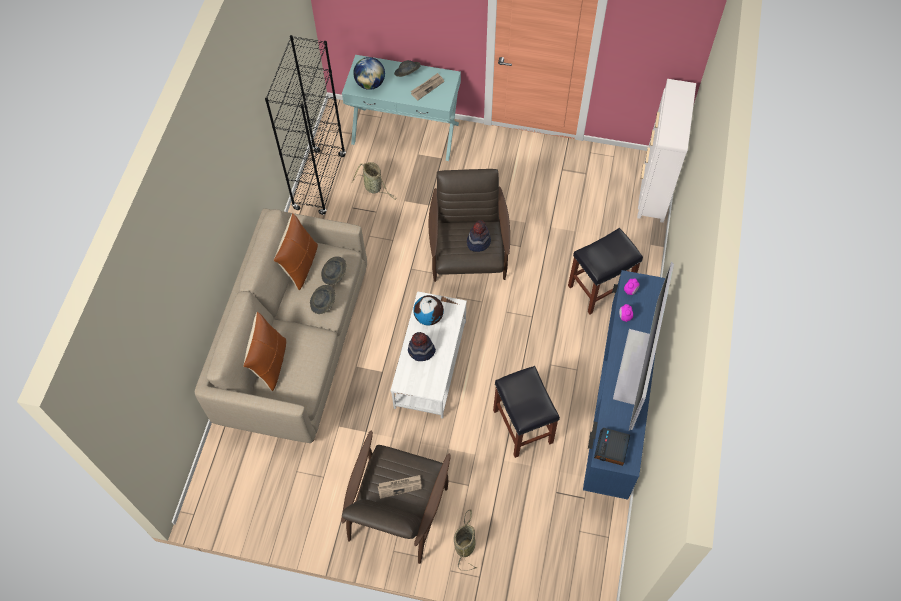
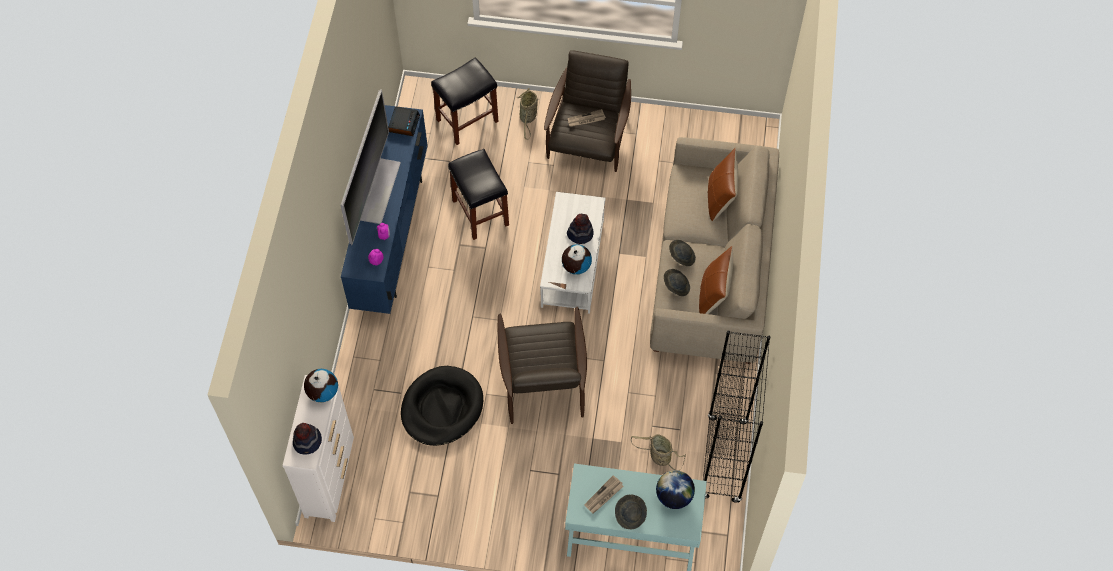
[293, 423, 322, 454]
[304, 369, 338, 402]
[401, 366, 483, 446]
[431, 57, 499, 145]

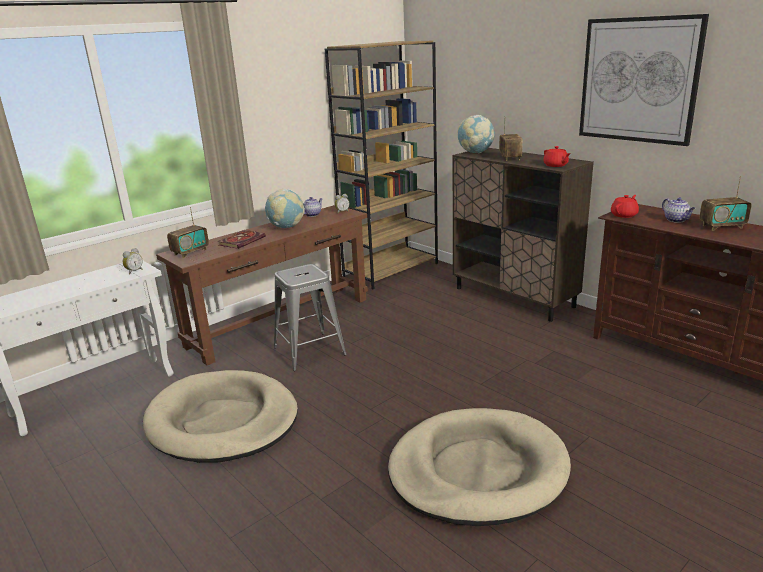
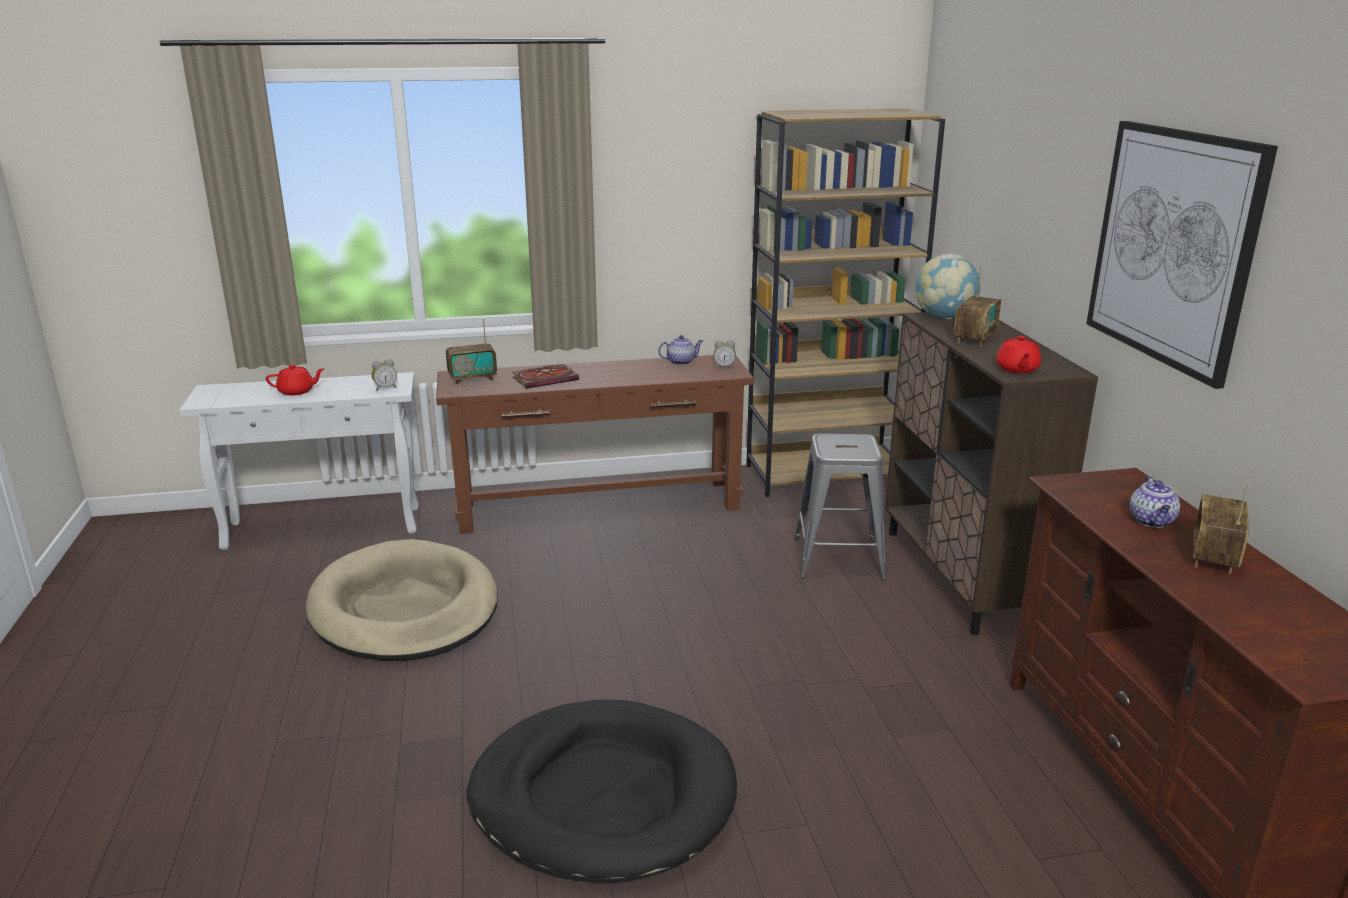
[266, 365, 325, 395]
[466, 699, 737, 883]
[794, 434, 886, 580]
[1193, 483, 1249, 575]
[265, 189, 305, 228] (first image)

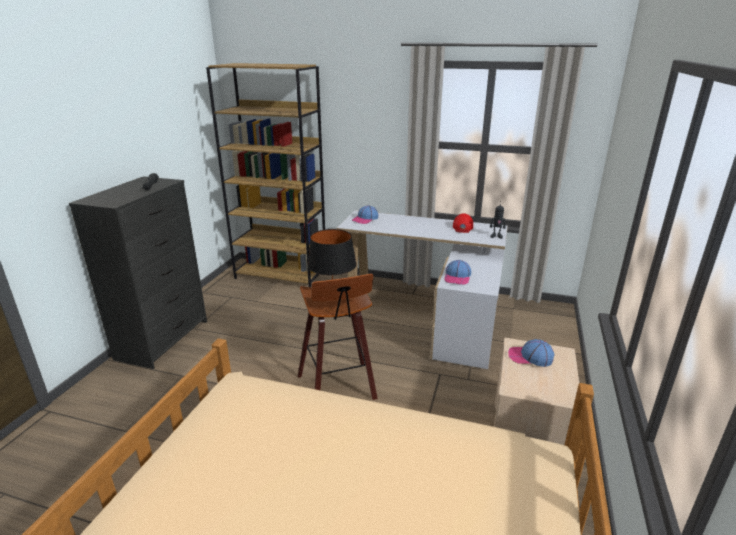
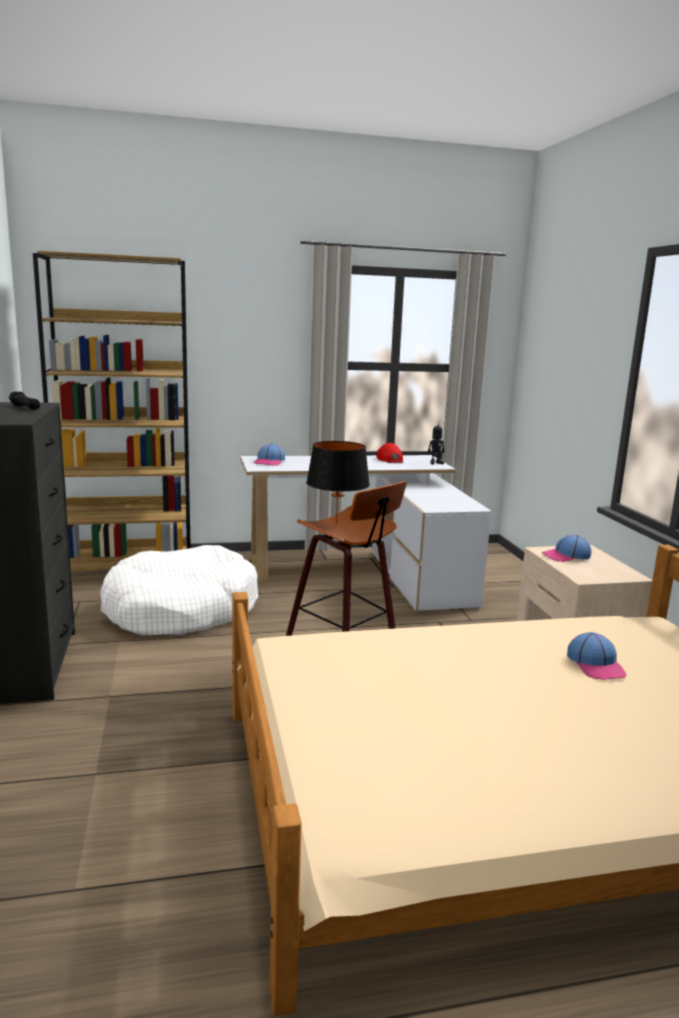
[100, 545, 258, 635]
[567, 632, 627, 680]

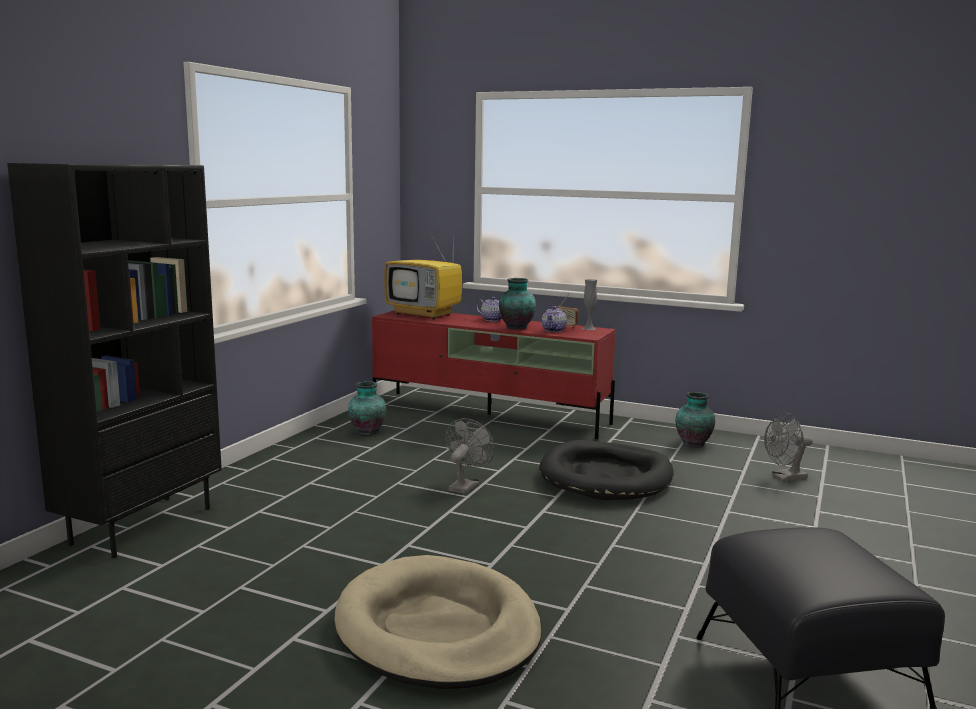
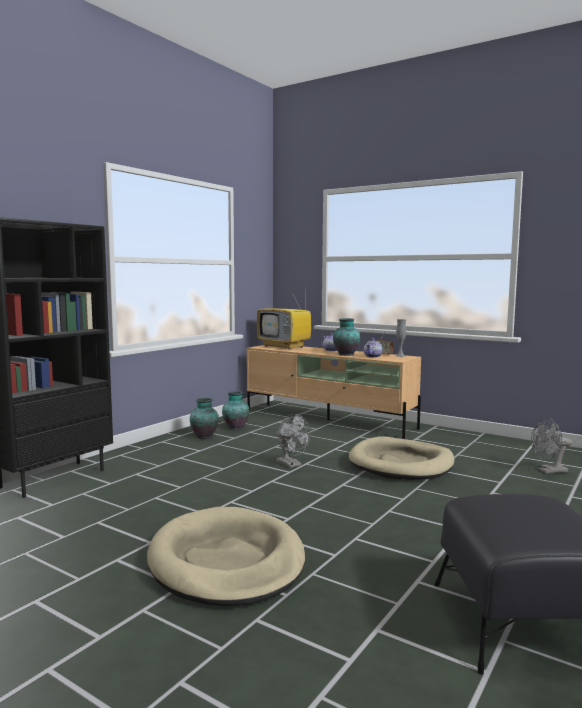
[190, 398, 219, 439]
[247, 345, 421, 439]
[276, 414, 310, 468]
[349, 436, 455, 480]

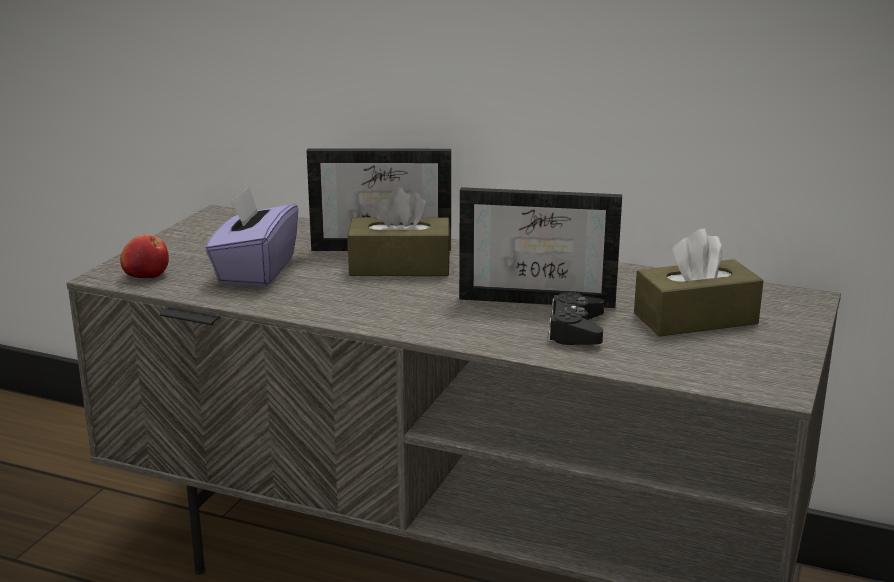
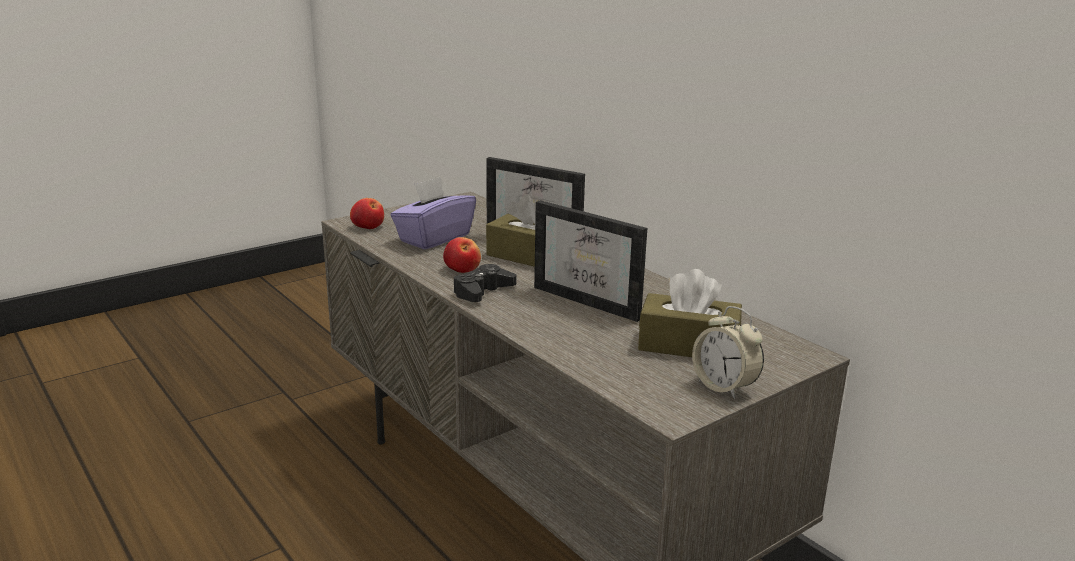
[443, 237, 481, 273]
[453, 264, 517, 302]
[692, 306, 764, 399]

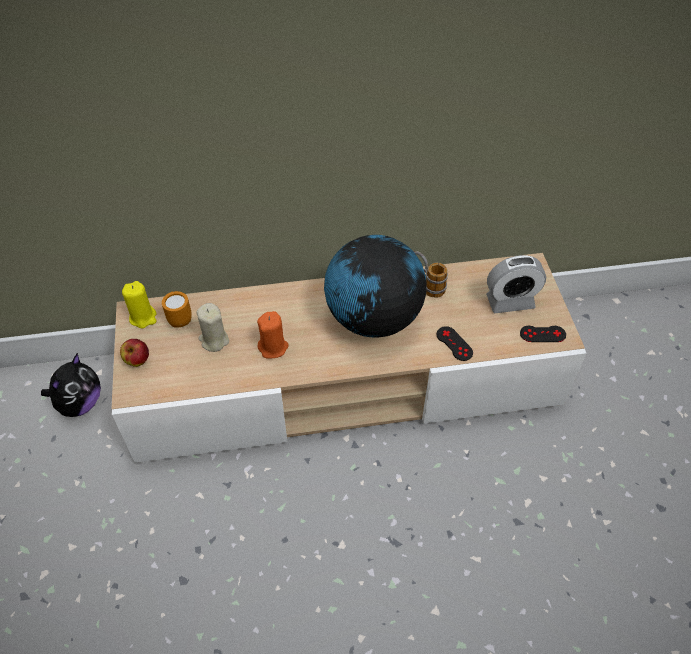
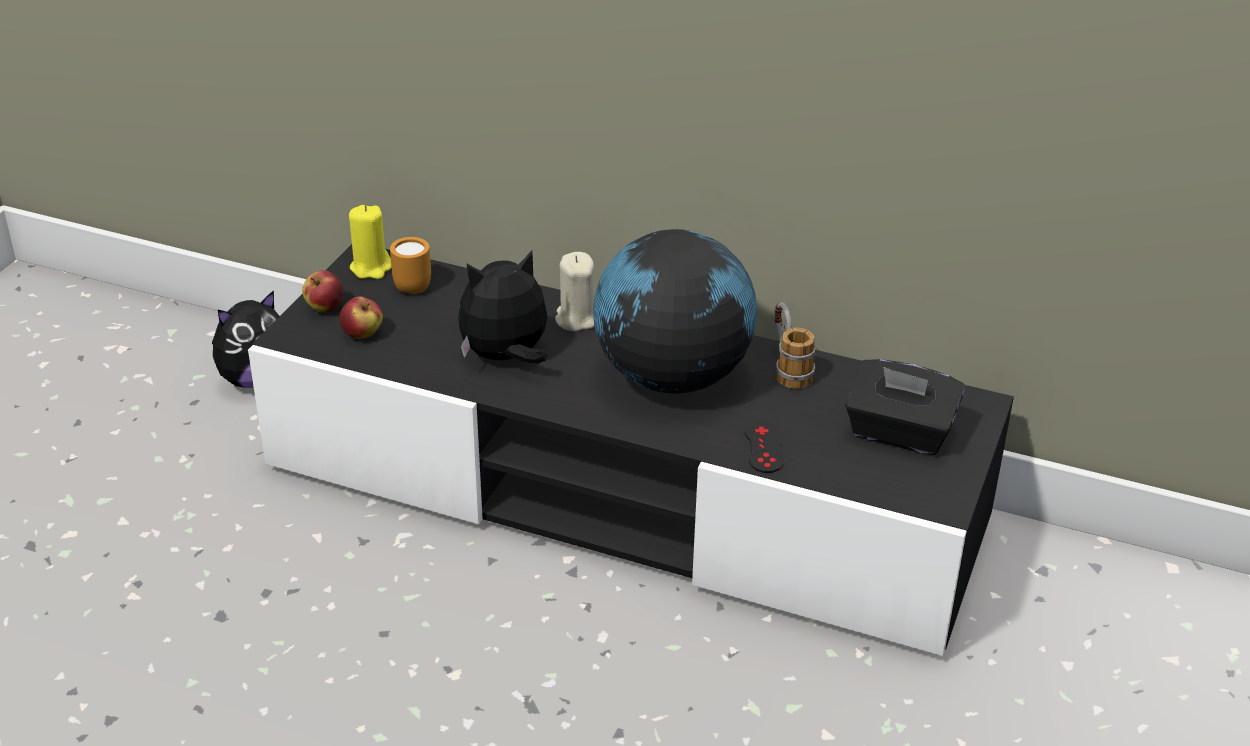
[248, 244, 1014, 656]
[340, 296, 383, 339]
[458, 250, 547, 364]
[555, 252, 594, 331]
[845, 359, 965, 455]
[520, 326, 566, 342] (first image)

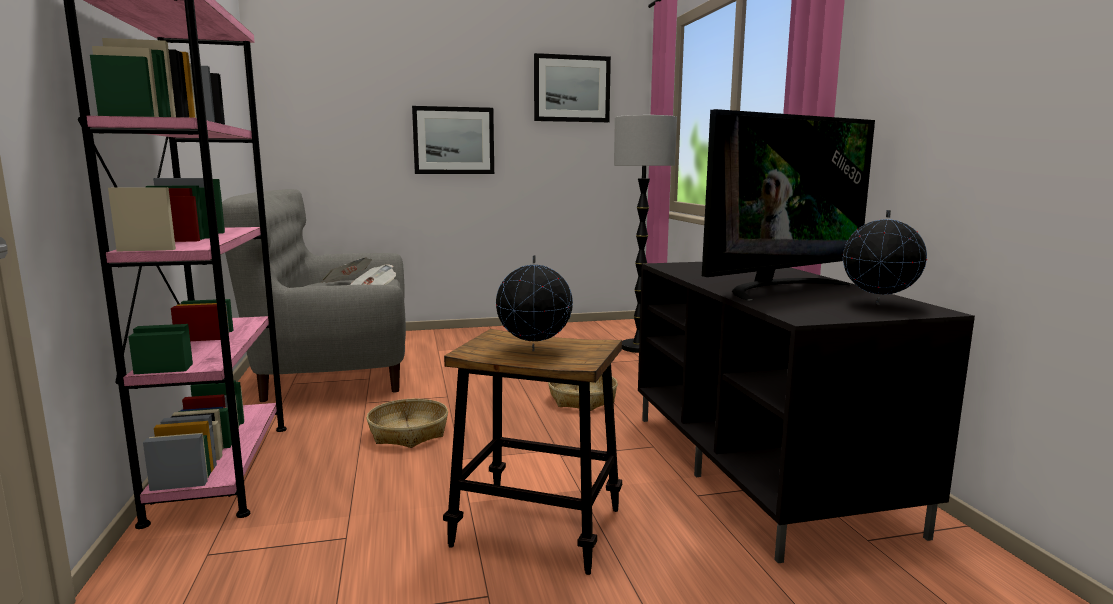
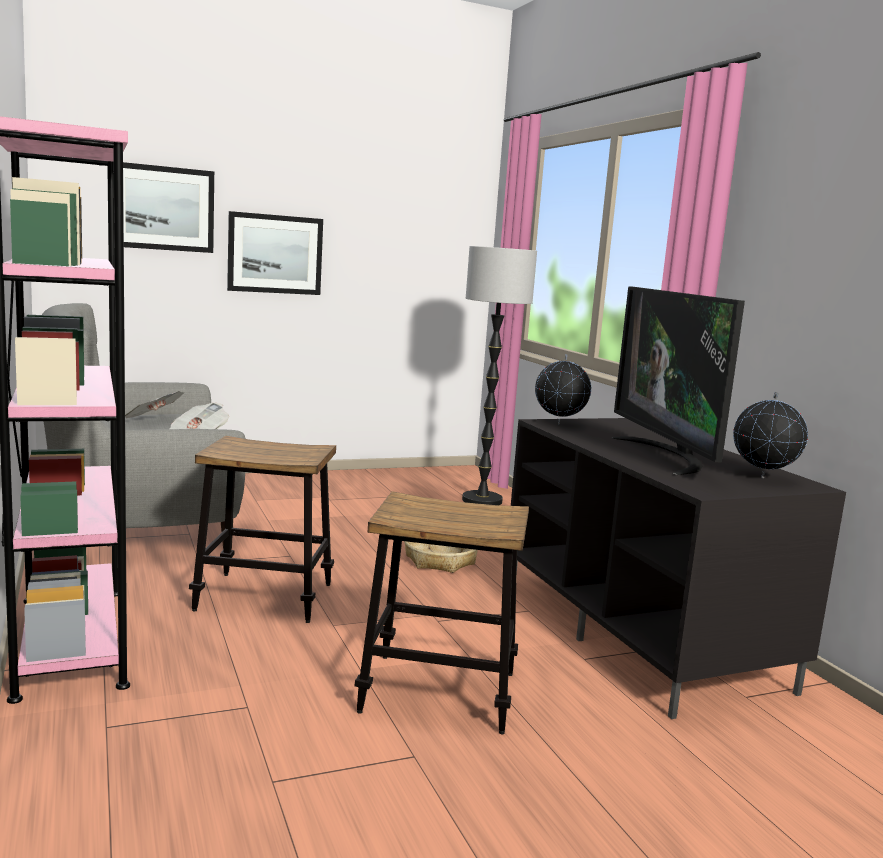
[123, 162, 214, 253]
[189, 436, 336, 623]
[535, 354, 591, 424]
[612, 286, 745, 475]

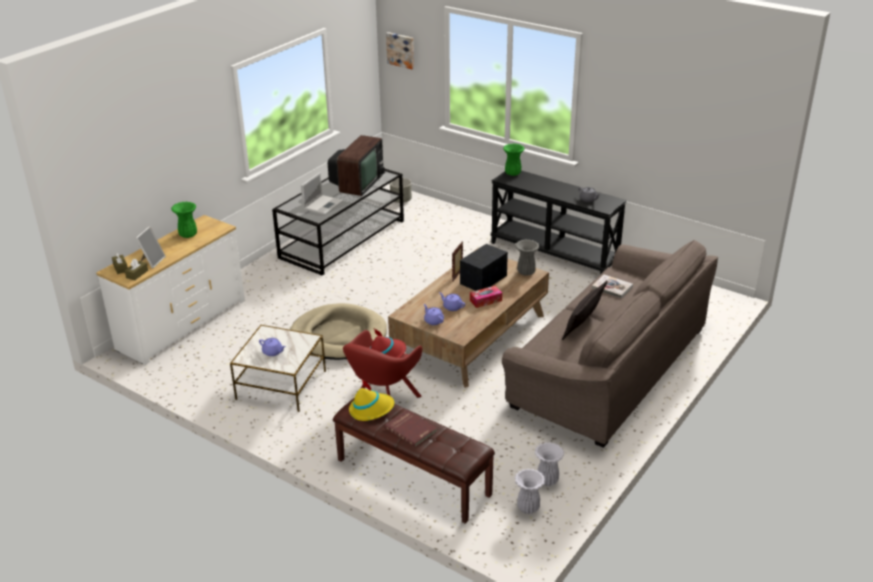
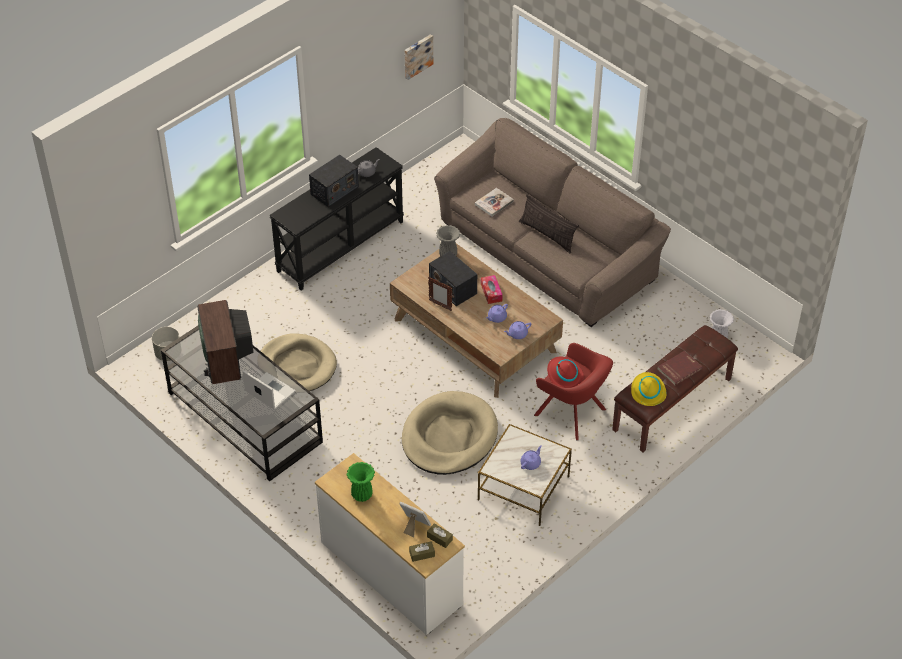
[197, 300, 254, 385]
[261, 333, 337, 391]
[309, 155, 359, 207]
[405, 34, 433, 80]
[503, 144, 525, 176] (first image)
[535, 442, 564, 486] (first image)

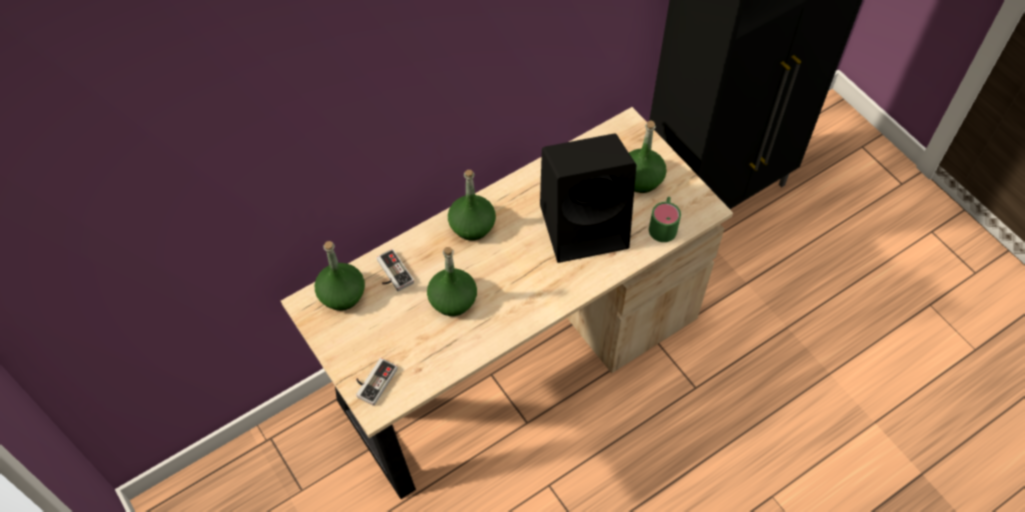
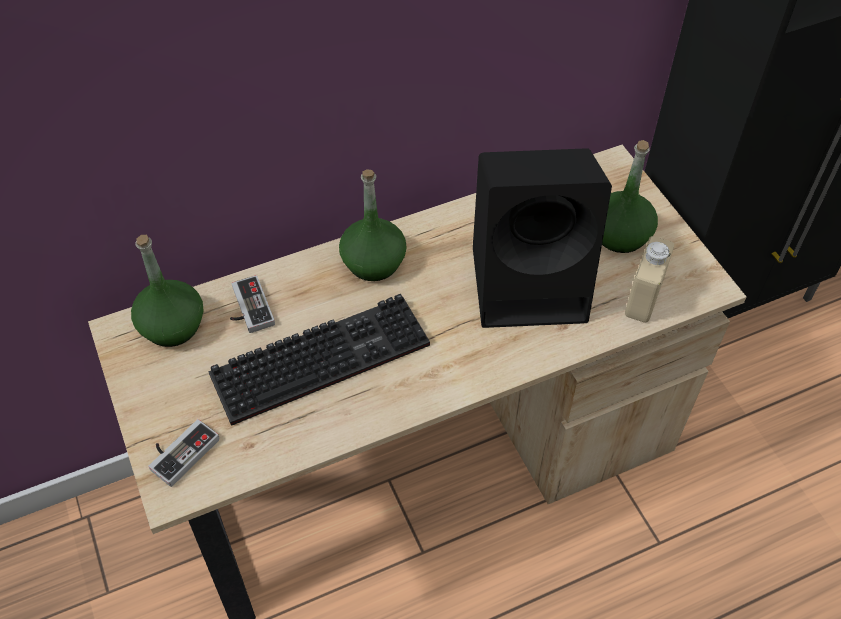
[208, 294, 430, 426]
[625, 236, 674, 323]

